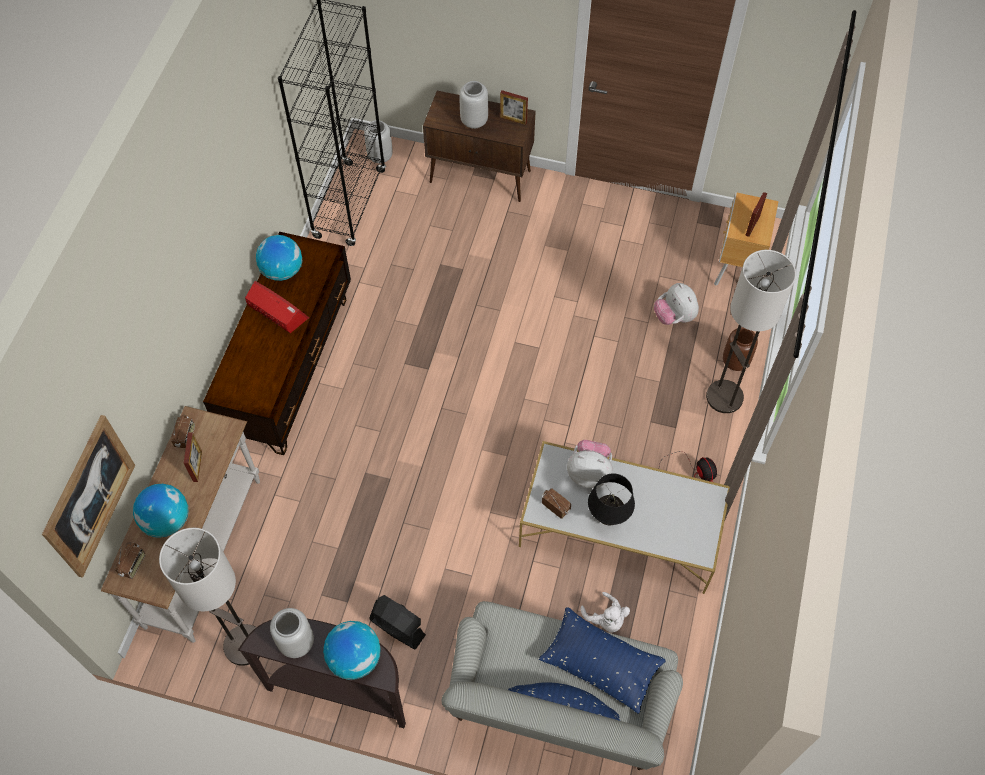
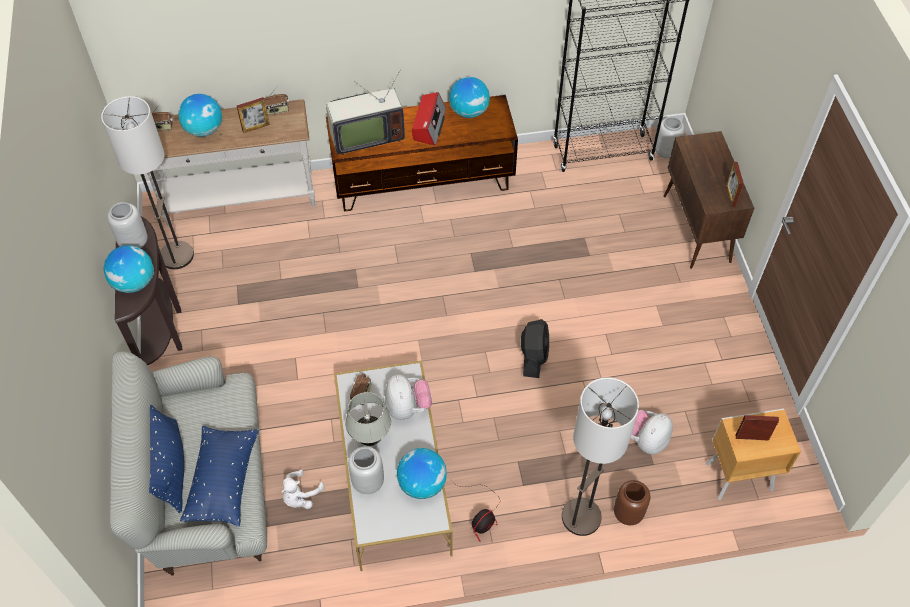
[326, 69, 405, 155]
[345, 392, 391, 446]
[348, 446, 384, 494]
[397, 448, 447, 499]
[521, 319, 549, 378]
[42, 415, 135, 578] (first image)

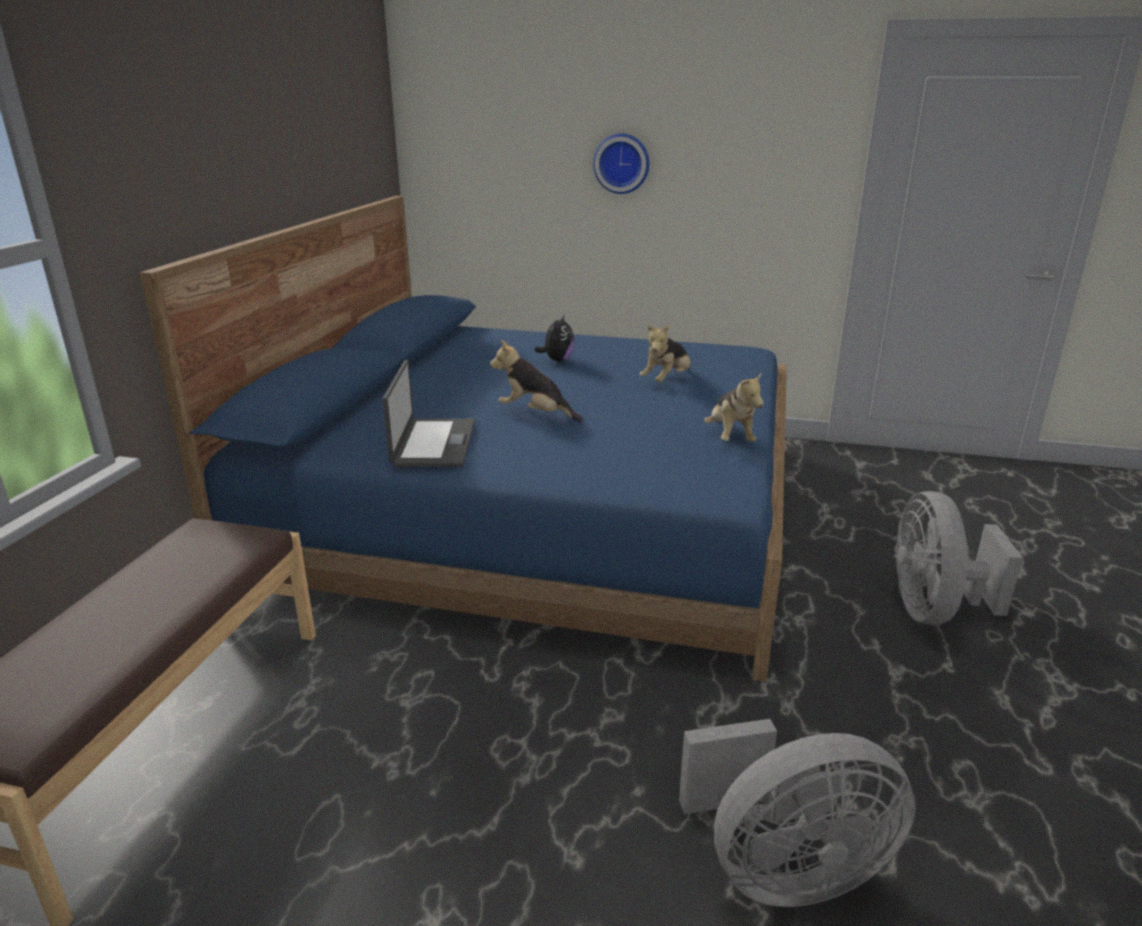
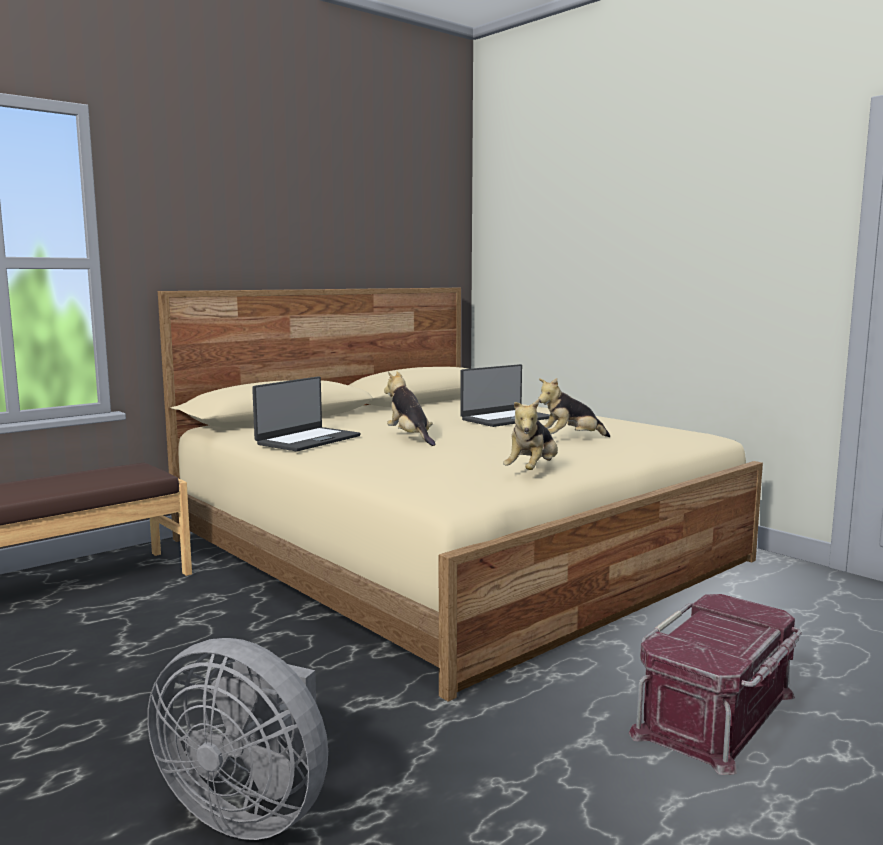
[158, 288, 763, 701]
[460, 364, 550, 427]
[629, 594, 802, 775]
[593, 133, 649, 194] (first image)

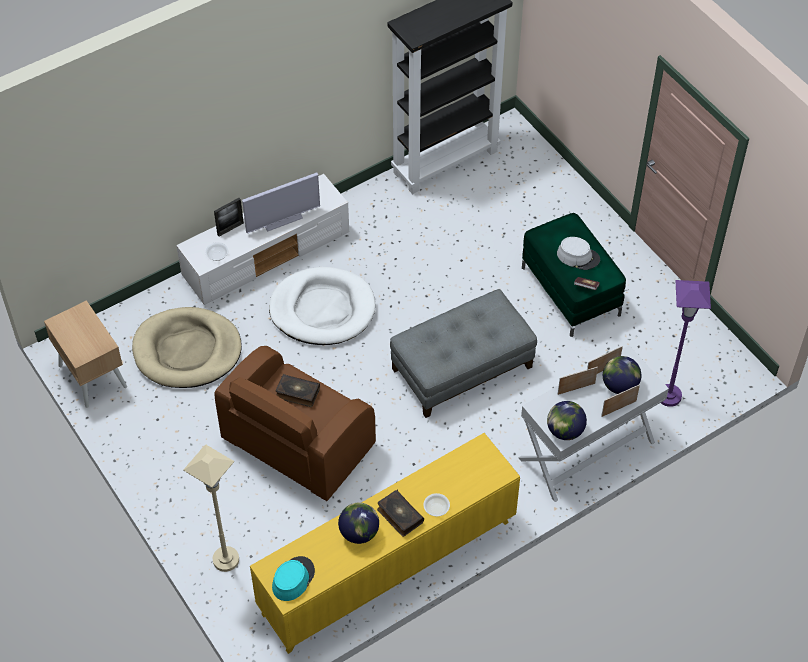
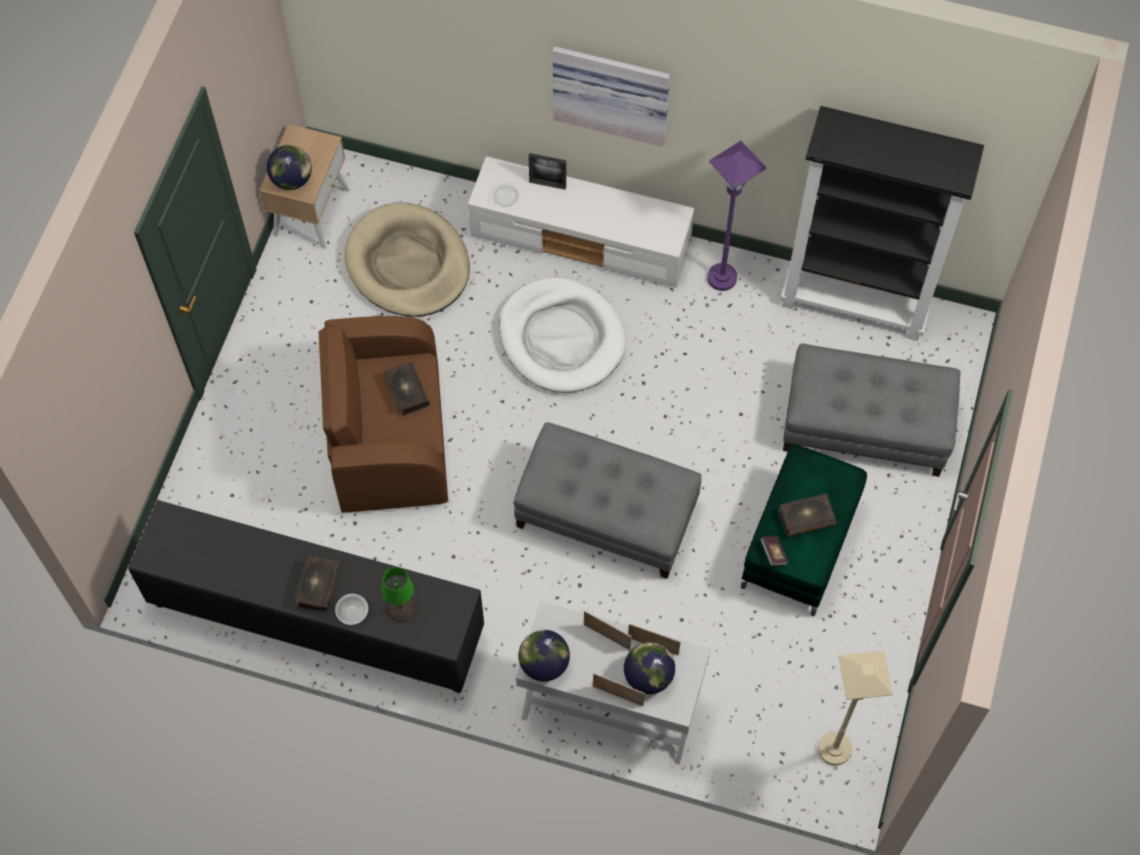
[128, 500, 484, 693]
[267, 145, 312, 190]
[381, 567, 417, 623]
[553, 46, 670, 147]
[707, 141, 767, 291]
[778, 493, 837, 537]
[783, 343, 960, 477]
[818, 650, 893, 766]
[242, 172, 320, 234] (first image)
[272, 556, 315, 601] (first image)

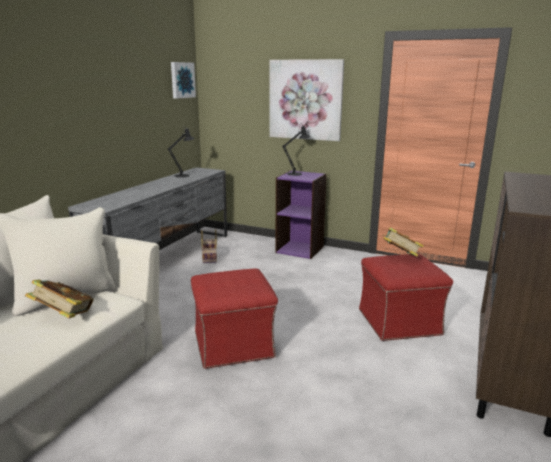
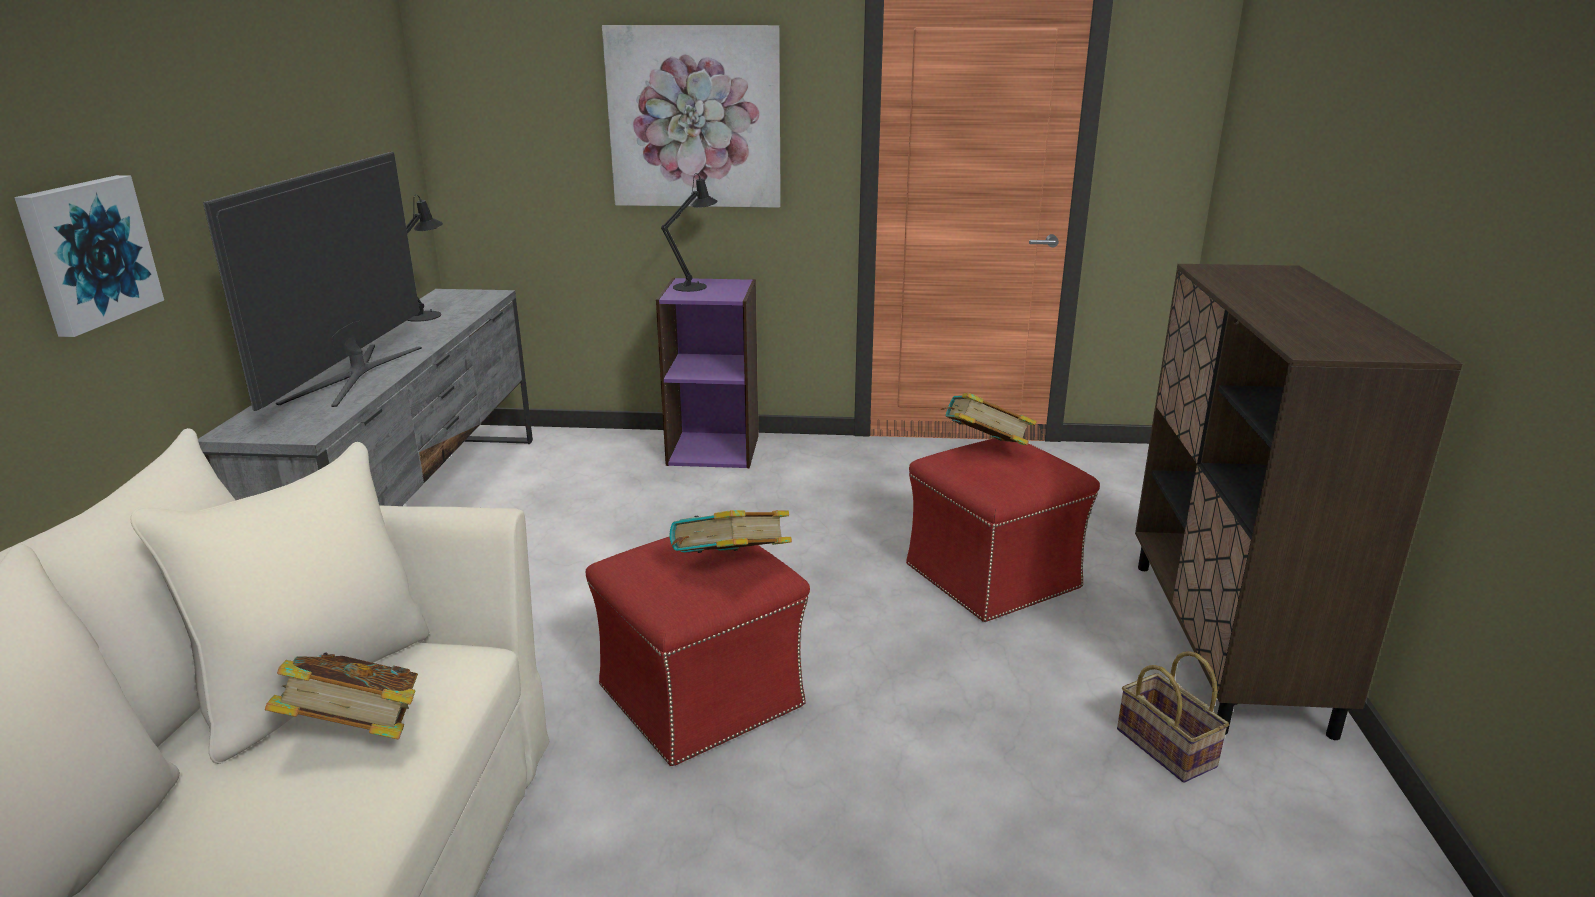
[14, 175, 164, 337]
[203, 152, 422, 411]
[669, 510, 792, 553]
[1117, 651, 1229, 783]

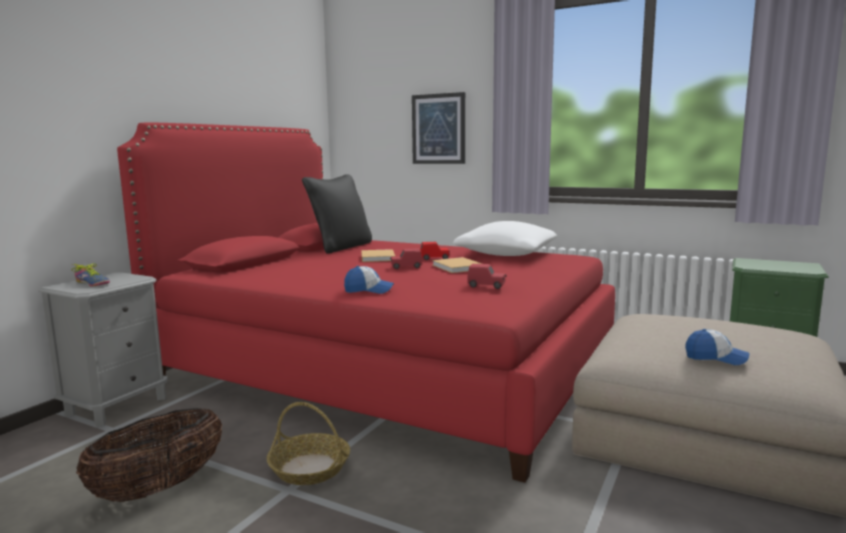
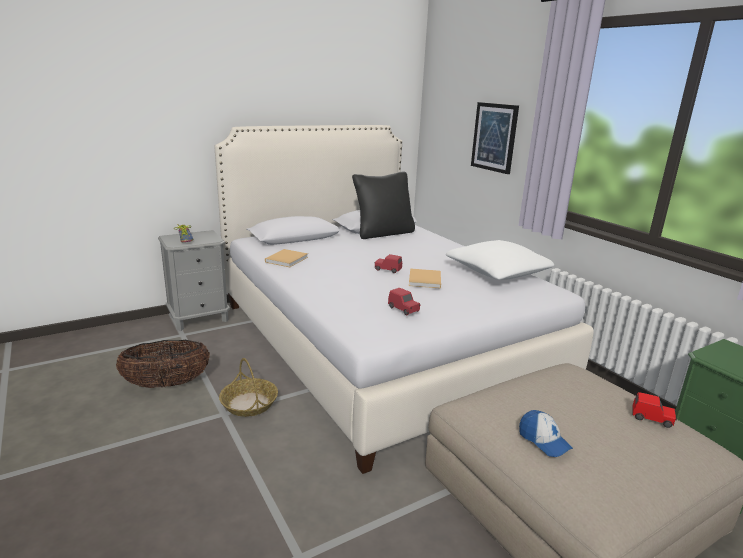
[215, 125, 594, 474]
[265, 249, 308, 268]
[633, 392, 677, 428]
[344, 266, 394, 294] (first image)

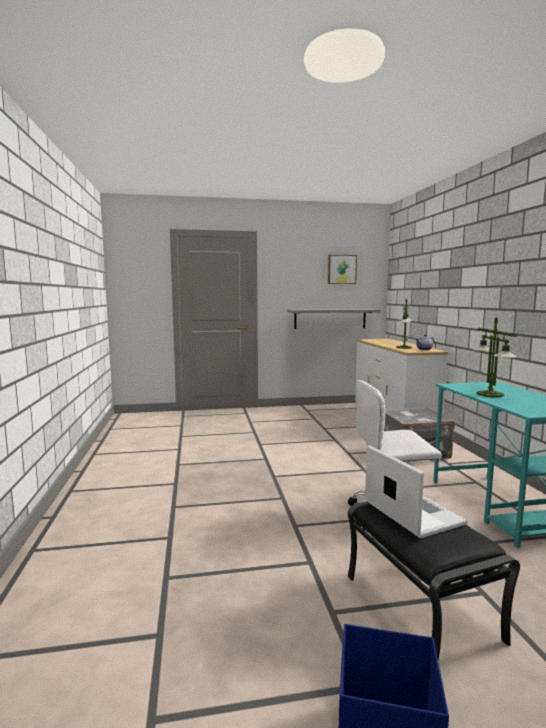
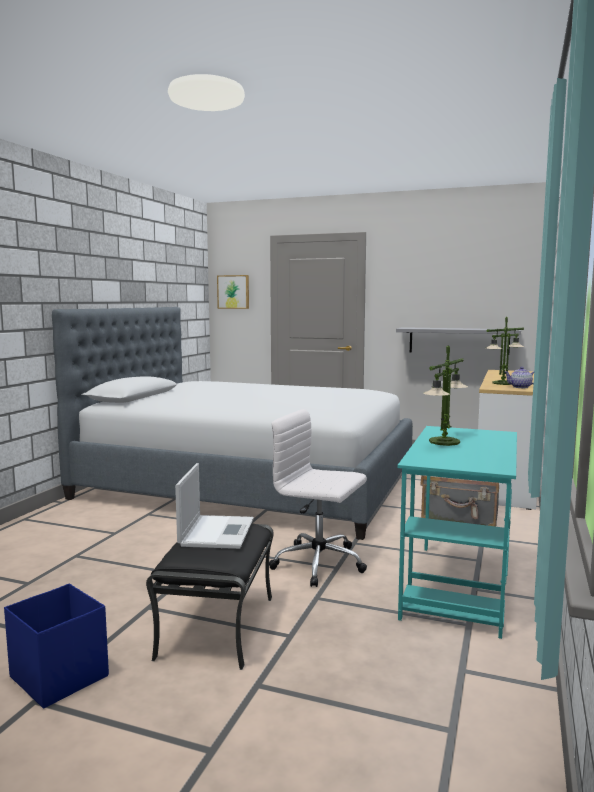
[52, 307, 413, 540]
[217, 275, 249, 309]

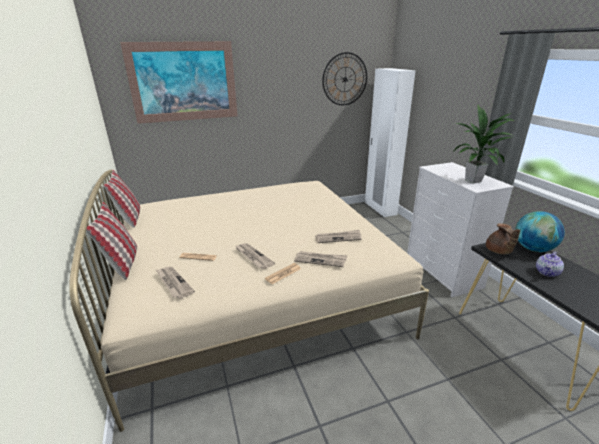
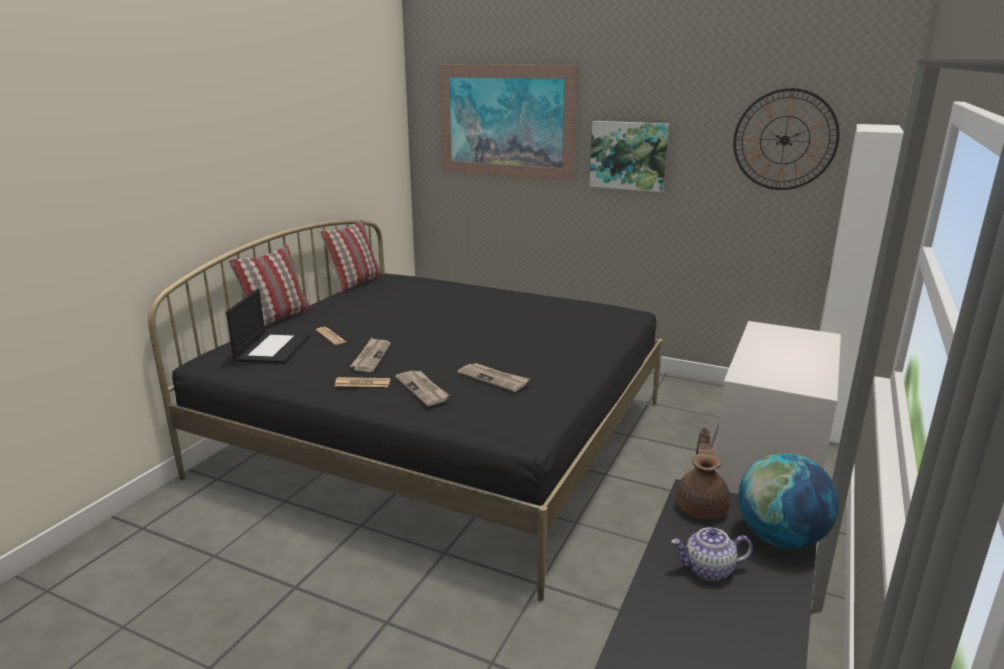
[148, 219, 663, 601]
[226, 289, 310, 364]
[589, 121, 669, 192]
[676, 427, 730, 519]
[452, 105, 514, 183] (first image)

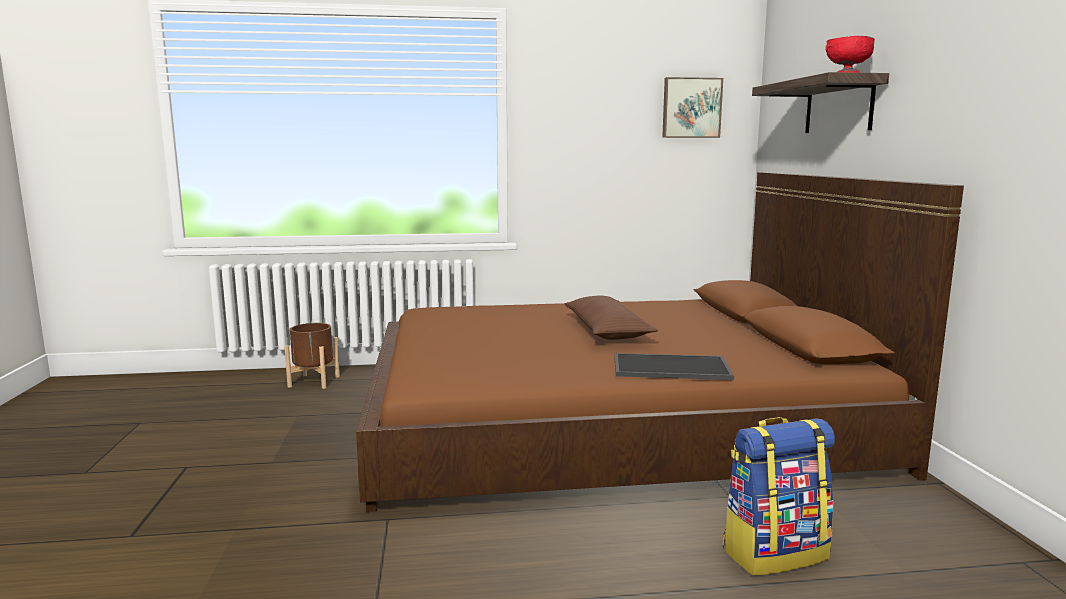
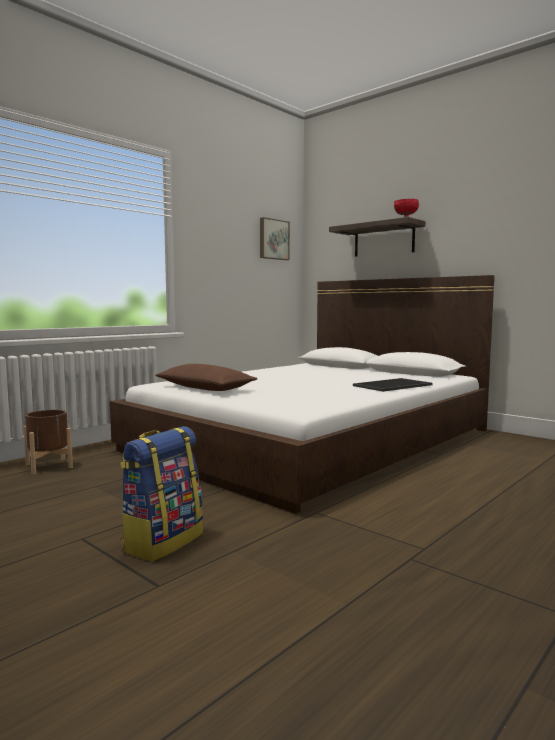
[110, 275, 494, 514]
[120, 426, 203, 562]
[155, 364, 257, 391]

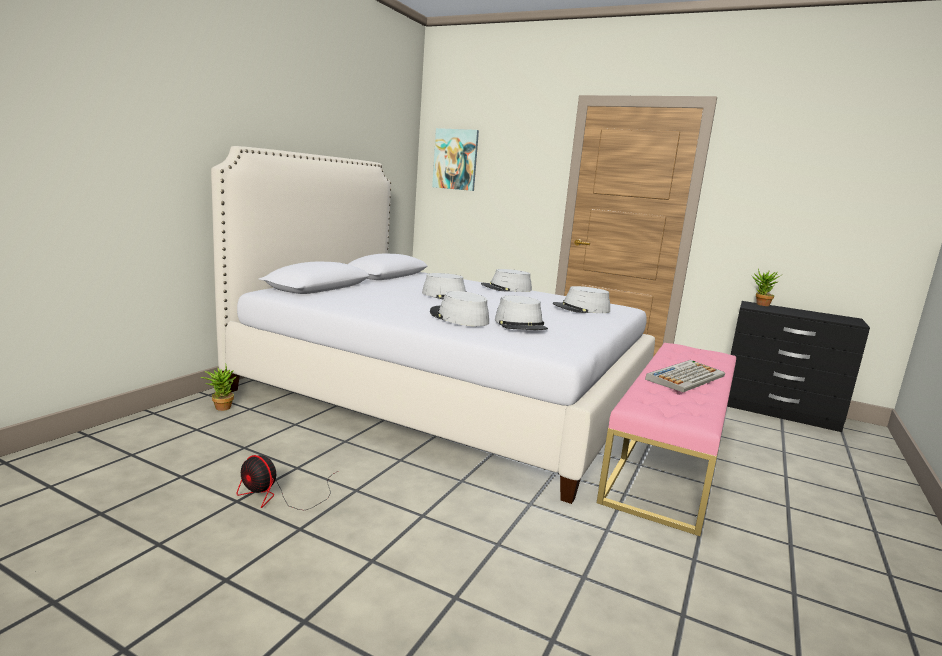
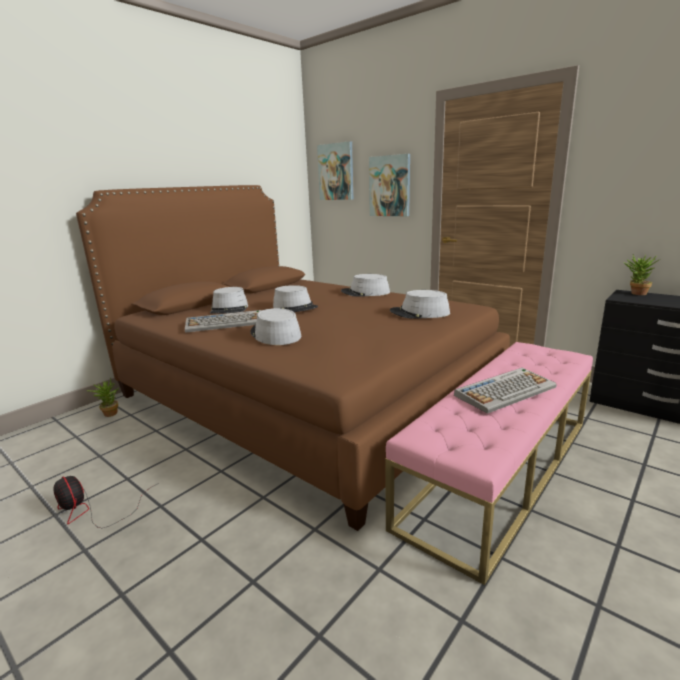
[76, 185, 510, 531]
[185, 310, 262, 333]
[210, 287, 248, 314]
[369, 154, 410, 216]

